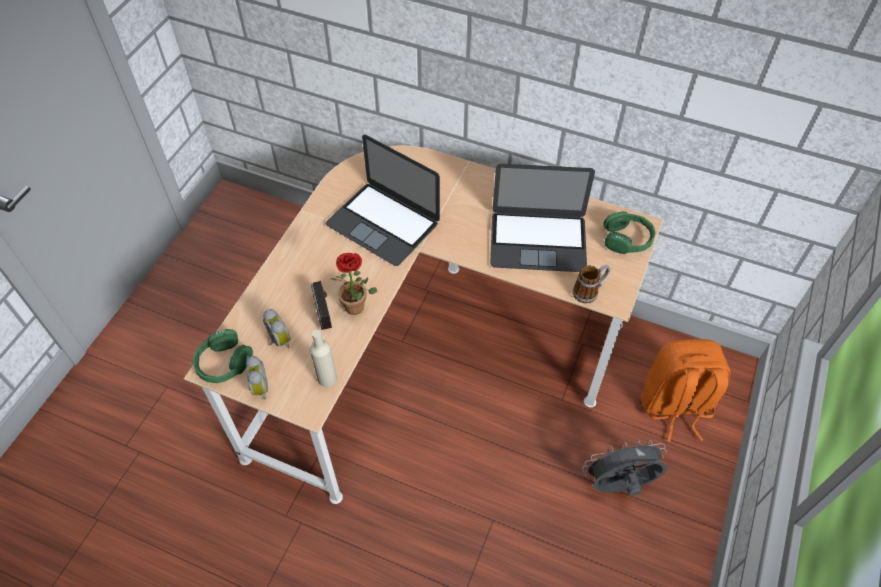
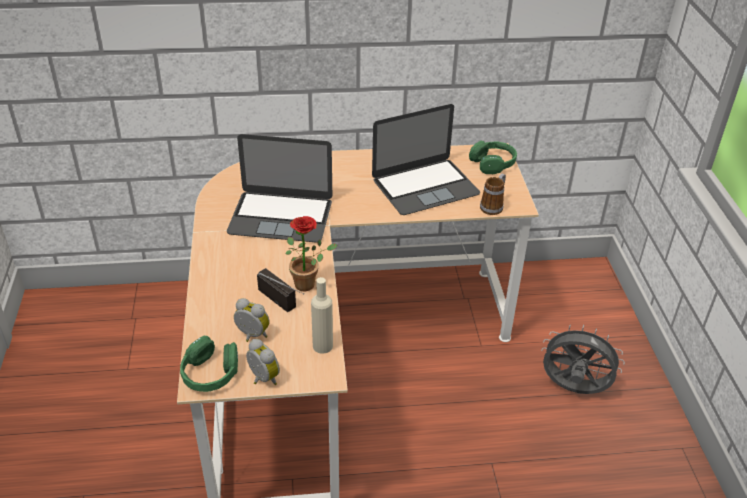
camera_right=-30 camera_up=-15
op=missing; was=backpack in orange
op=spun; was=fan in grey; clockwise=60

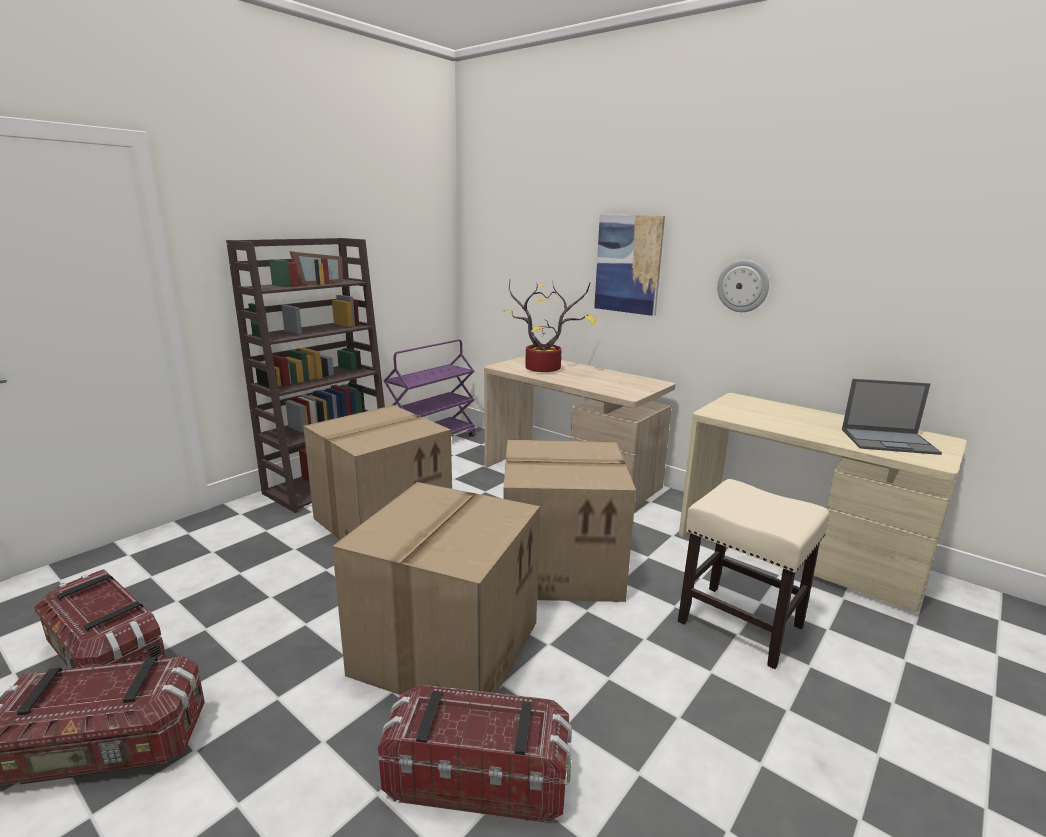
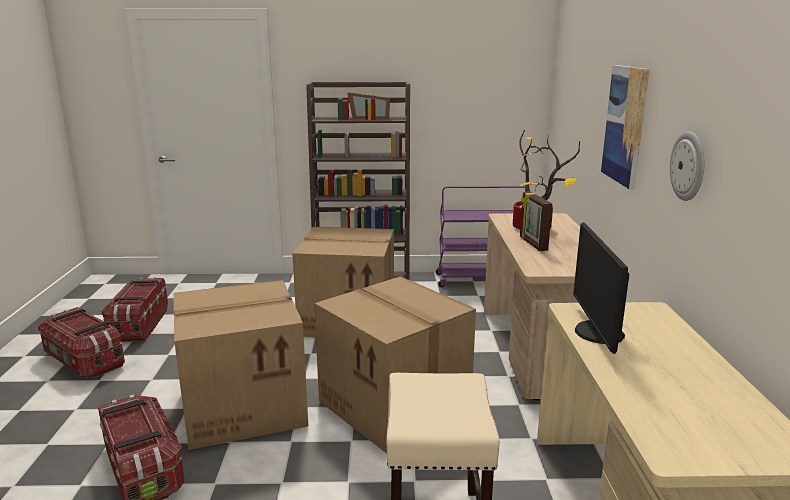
camera_right=50 camera_up=0
op=missing; was=laptop
op=appeared; now=picture frame (no. 2 from left)
op=appeared; now=monitor

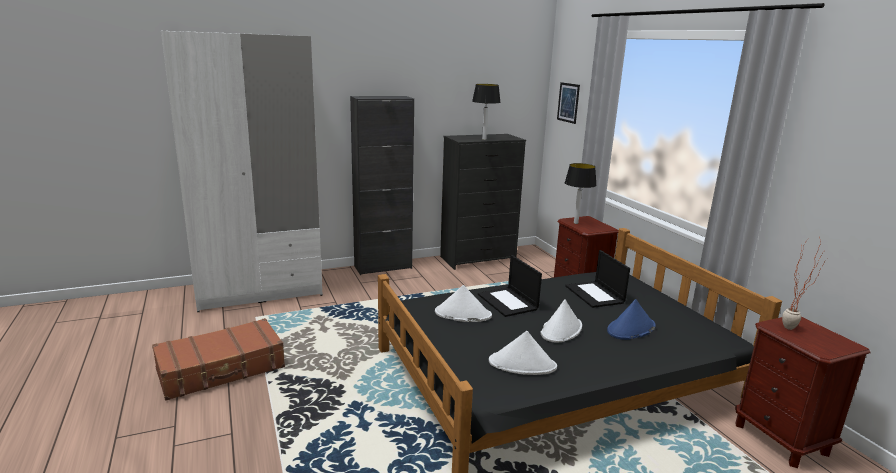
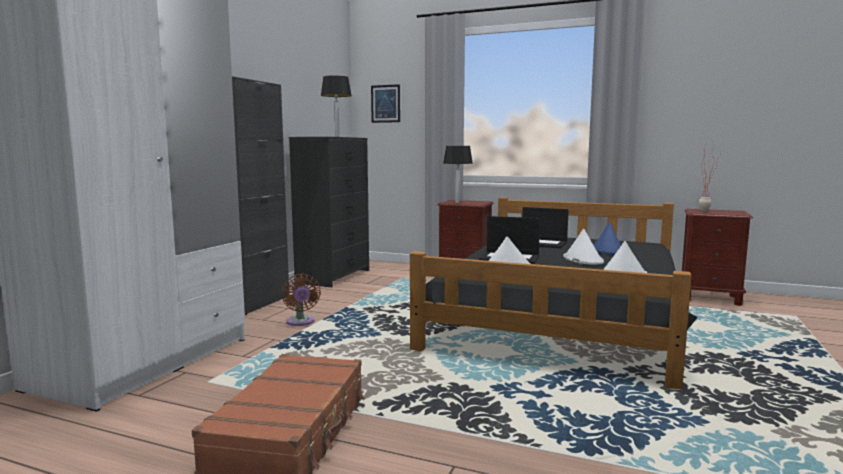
camera_right=-45 camera_up=-10
op=appeared; now=fan in brown

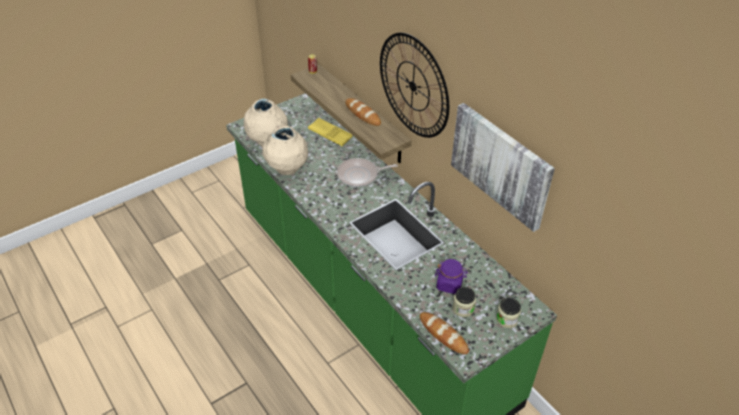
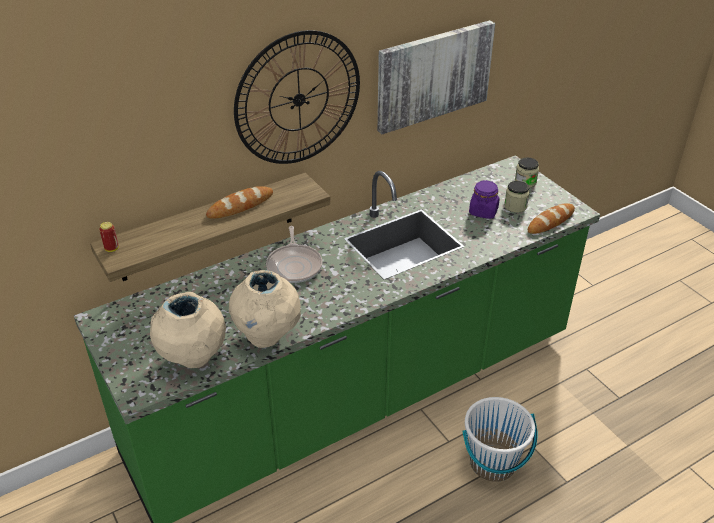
camera_right=-85 camera_up=-5
op=missing; was=tray in yellow
op=appeared; now=bucket in white

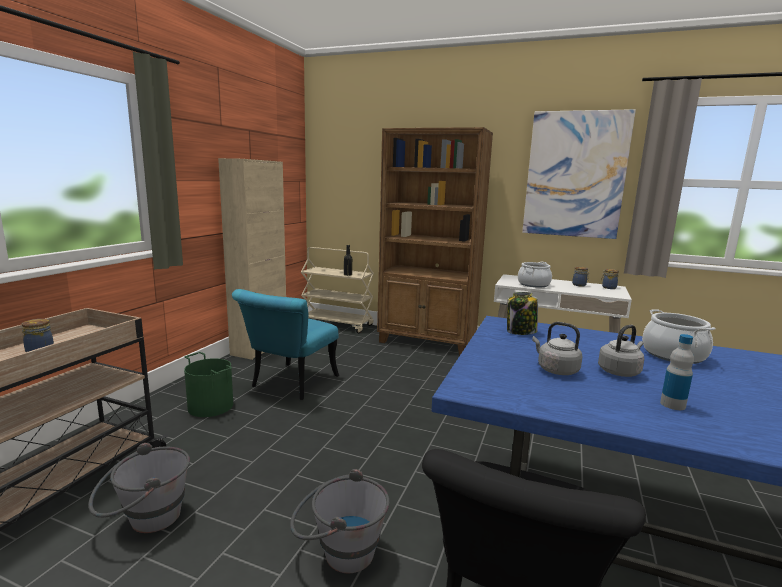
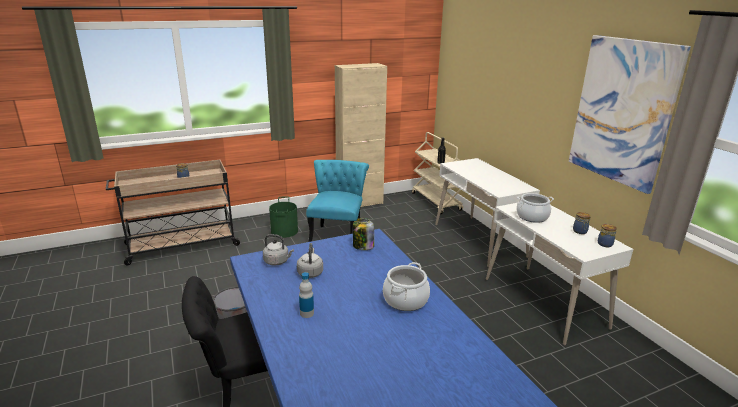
camera_right=45 camera_up=10
op=exchanged; was=bookcase in brown; now=desk in white (no. 1 from left)
op=spun; was=chair in turquoise; clockwise=120
op=relocated; was=kettle in grey (no. 2 from left in the first image); now=kettle in grey (no. 1 from left)
op=missing; was=bucket in grey (no. 1 from left)

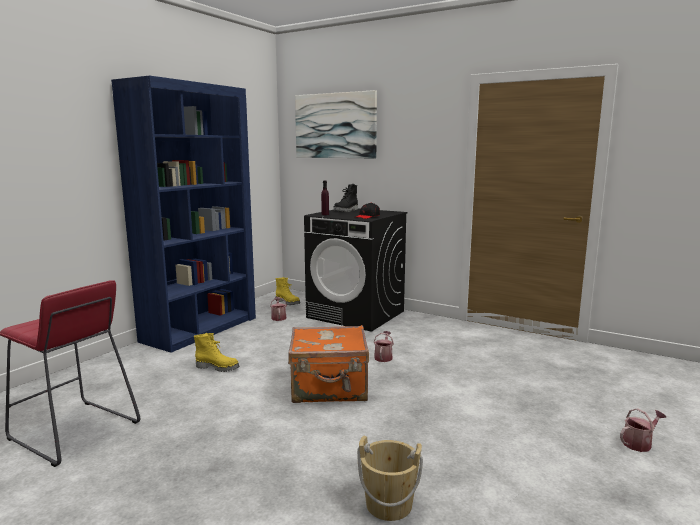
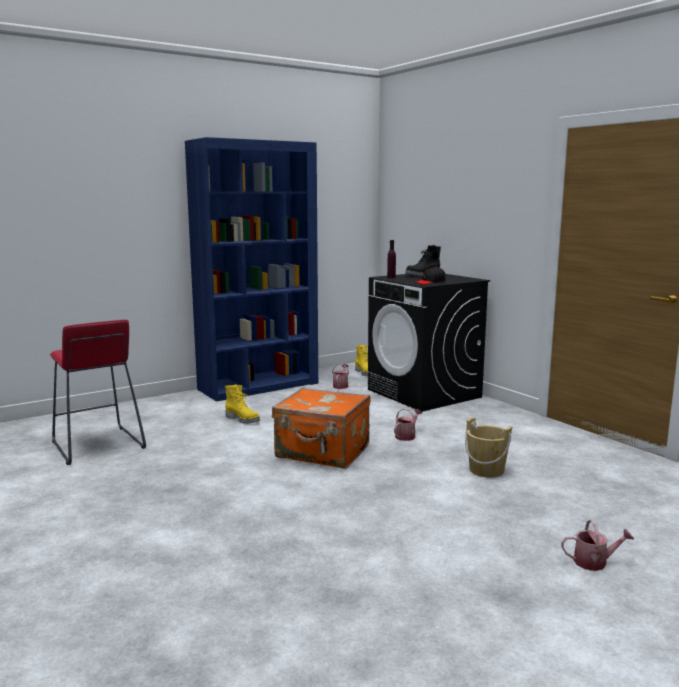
camera_right=25 camera_up=0
op=missing; was=picture
op=relocated; was=bucket in beige

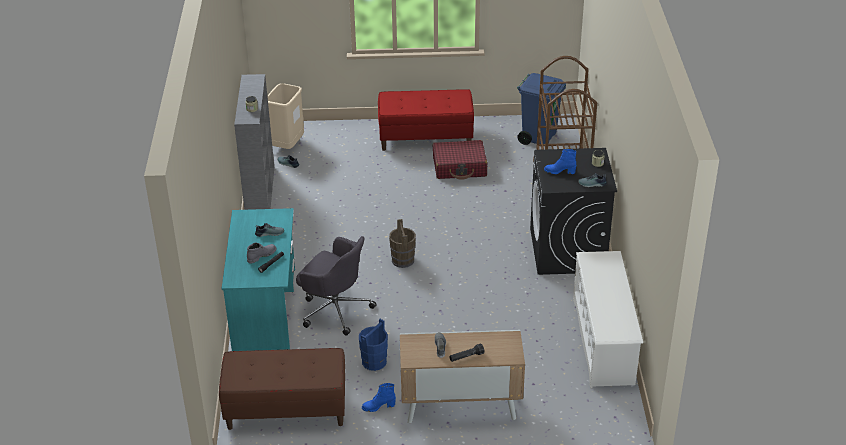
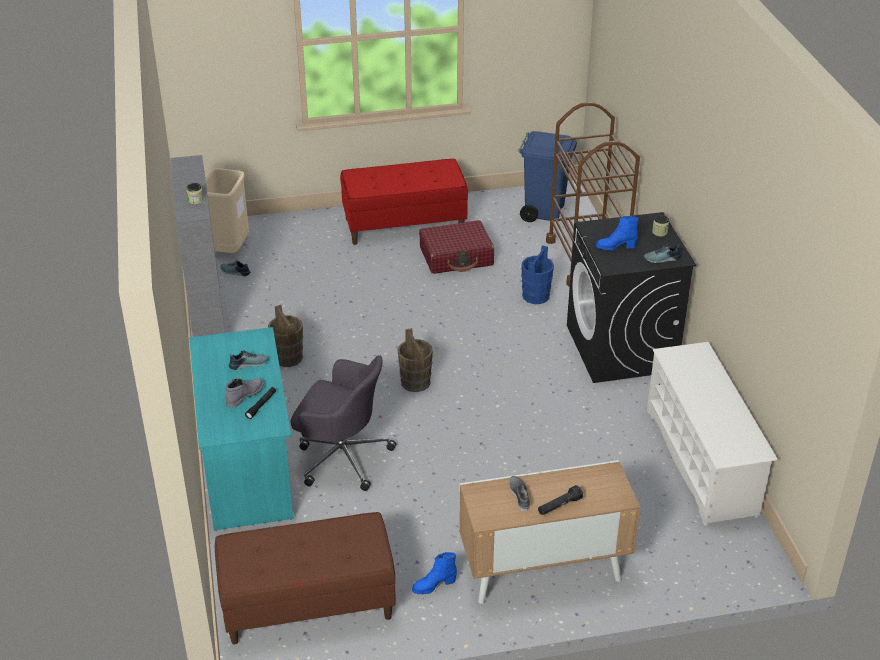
camera_right=-10 camera_up=0
op=relocated; was=bucket in blue
op=appeared; now=bucket in brown (no. 1 from left)

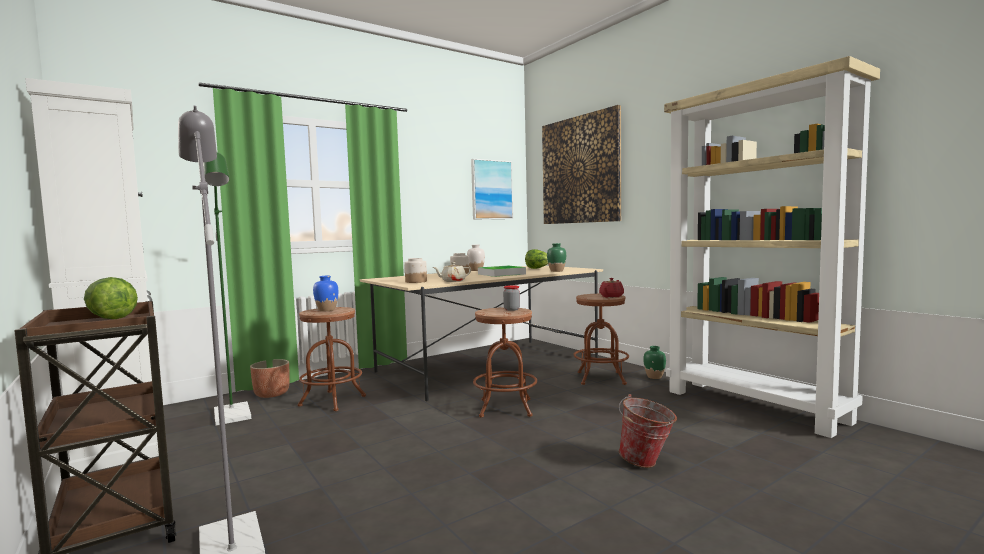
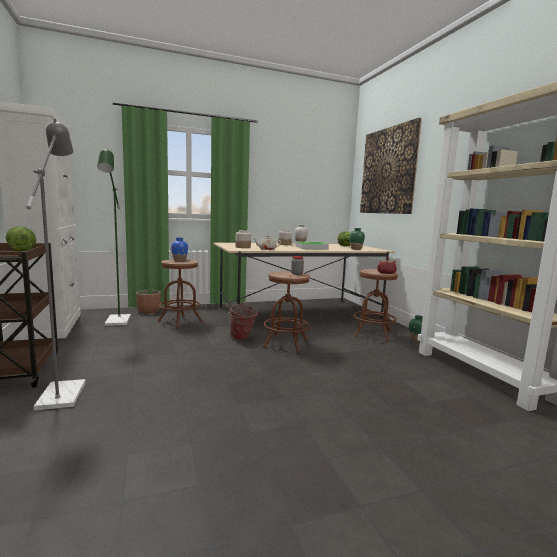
camera_right=15 camera_up=5
op=missing; was=picture (no. 1 from left)
op=relocated; was=bucket

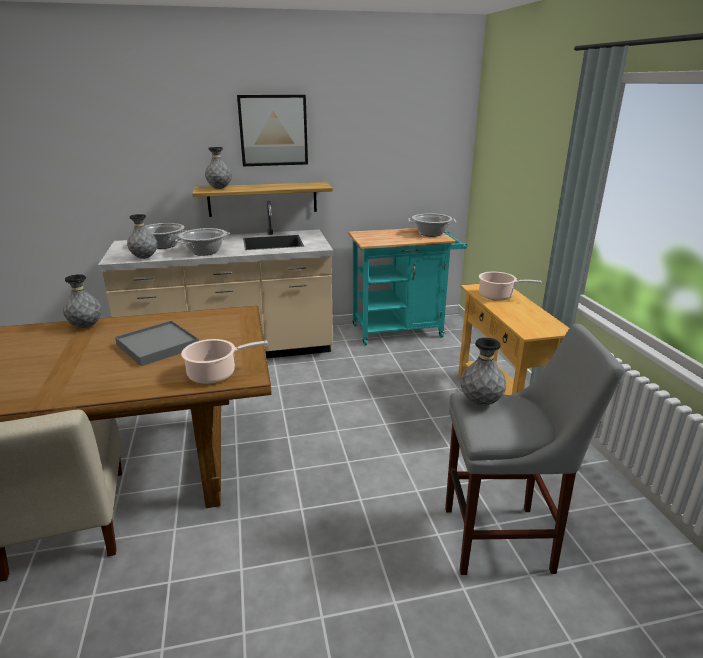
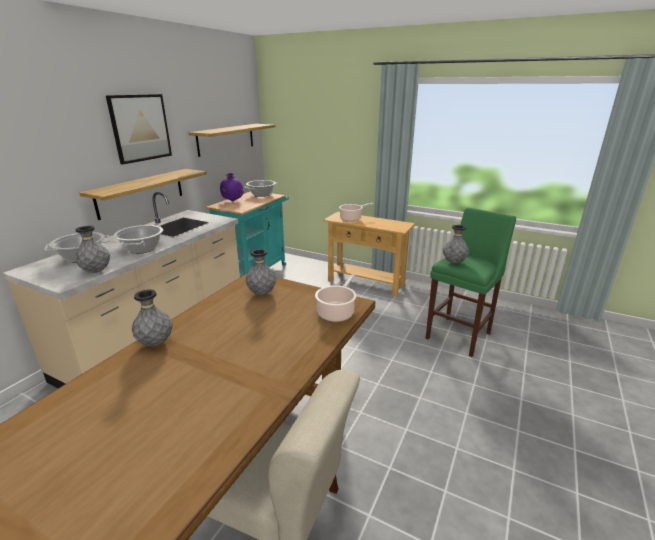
camera_right=-50 camera_up=0
op=relocated; was=vase in grey (no. 3 from left)
op=missing; was=tray in grey
op=colour; was=stool in grey; now=stool in green
op=appeared; now=shelf (no. 2 from left)
op=appeared; now=vase in purple

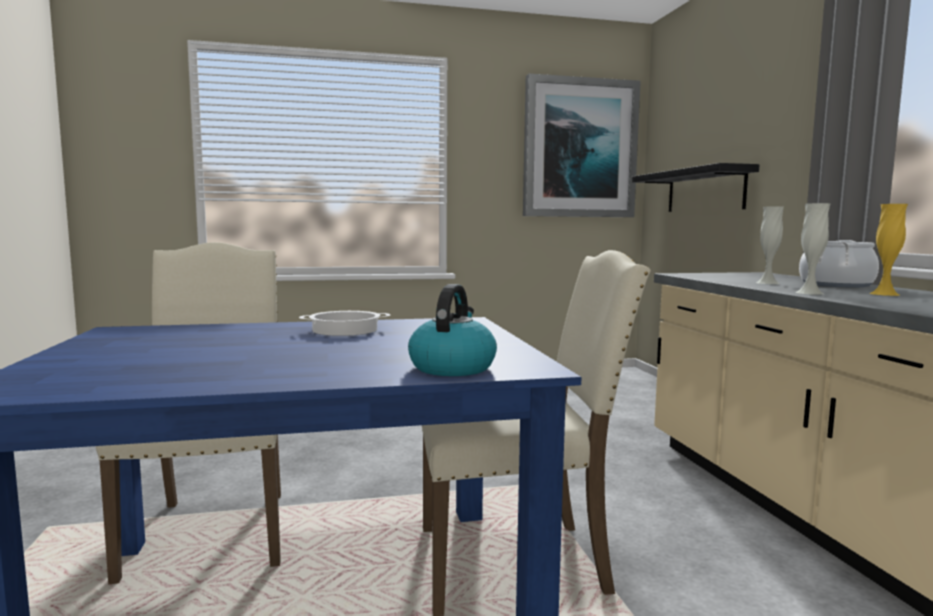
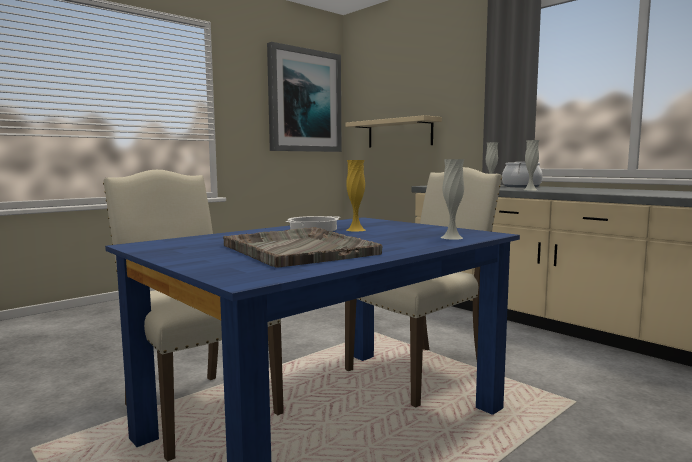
camera_right=-30 camera_up=0
op=colour; was=shelf in black; now=shelf in beige
op=relocated; was=vase in yellow
op=exchanged; was=kettle; now=vase in white (no. 1 from left)
op=appeared; now=tray in grey

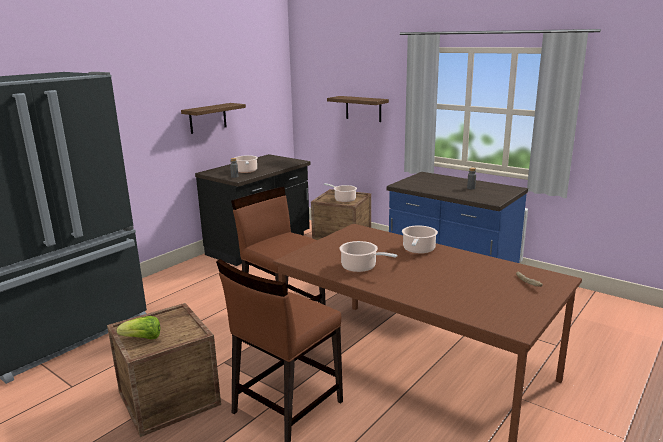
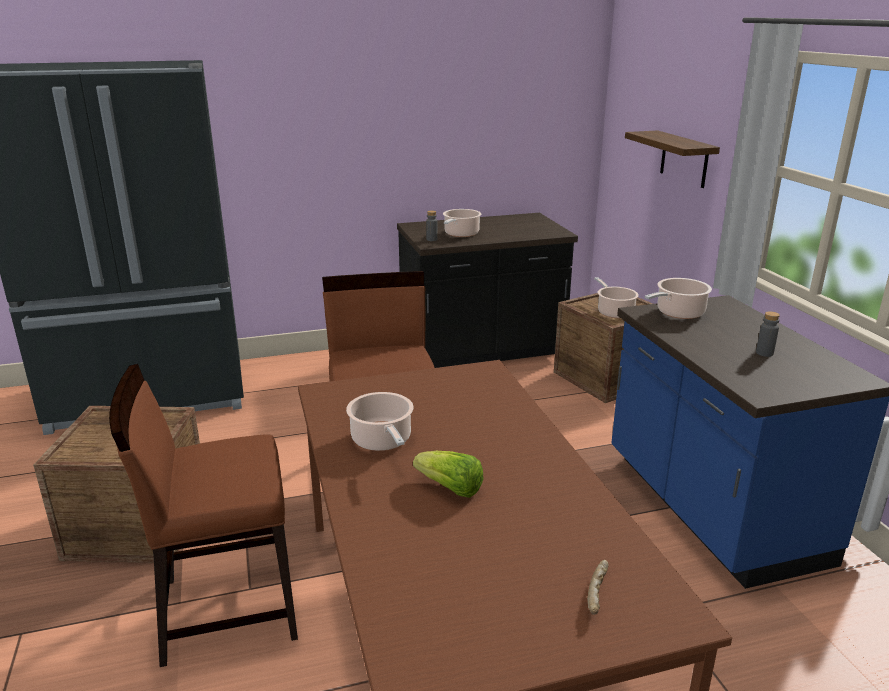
camera_right=35 camera_up=5
op=missing; was=shelf (no. 1 from left)
op=relocated; was=cooking pot (no. 4 from left)
op=relocated; was=lettuce

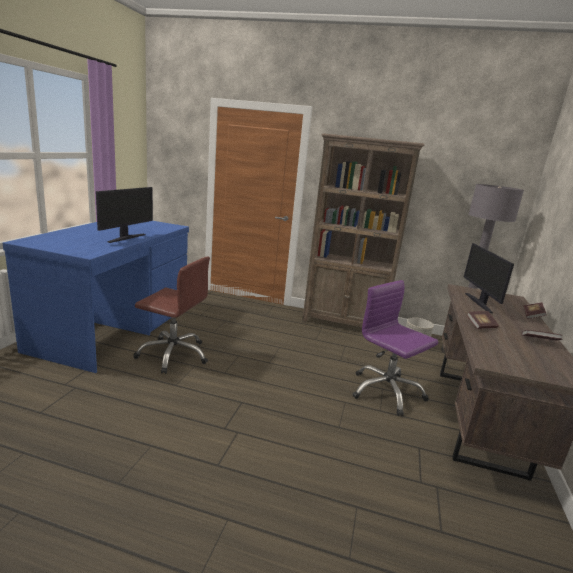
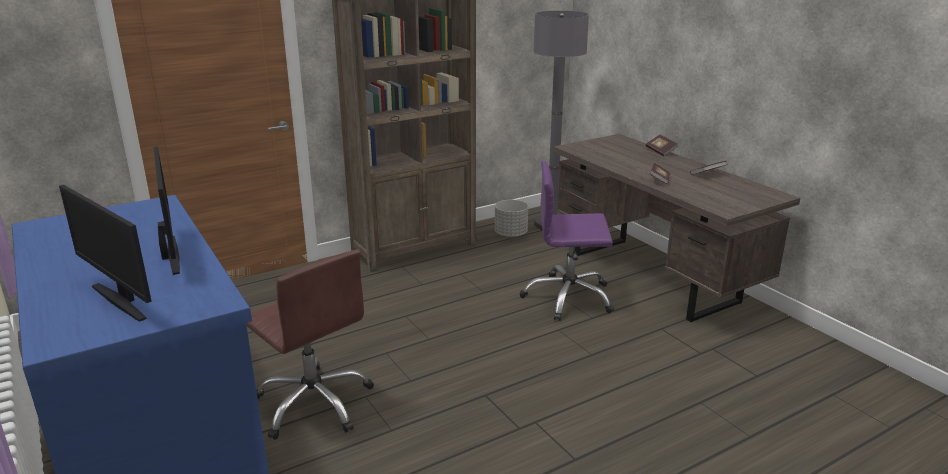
camera_right=-45 camera_up=5
op=relocated; was=monitor (no. 2 from left in the first image); now=monitor (no. 1 from left)
op=spun; was=office chair in brown; clockwise=75

